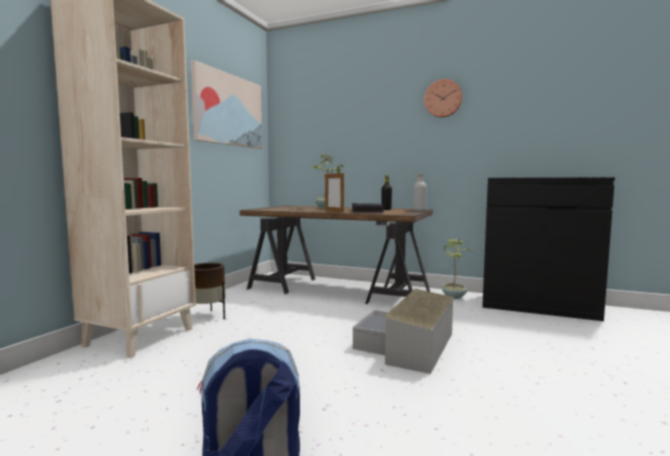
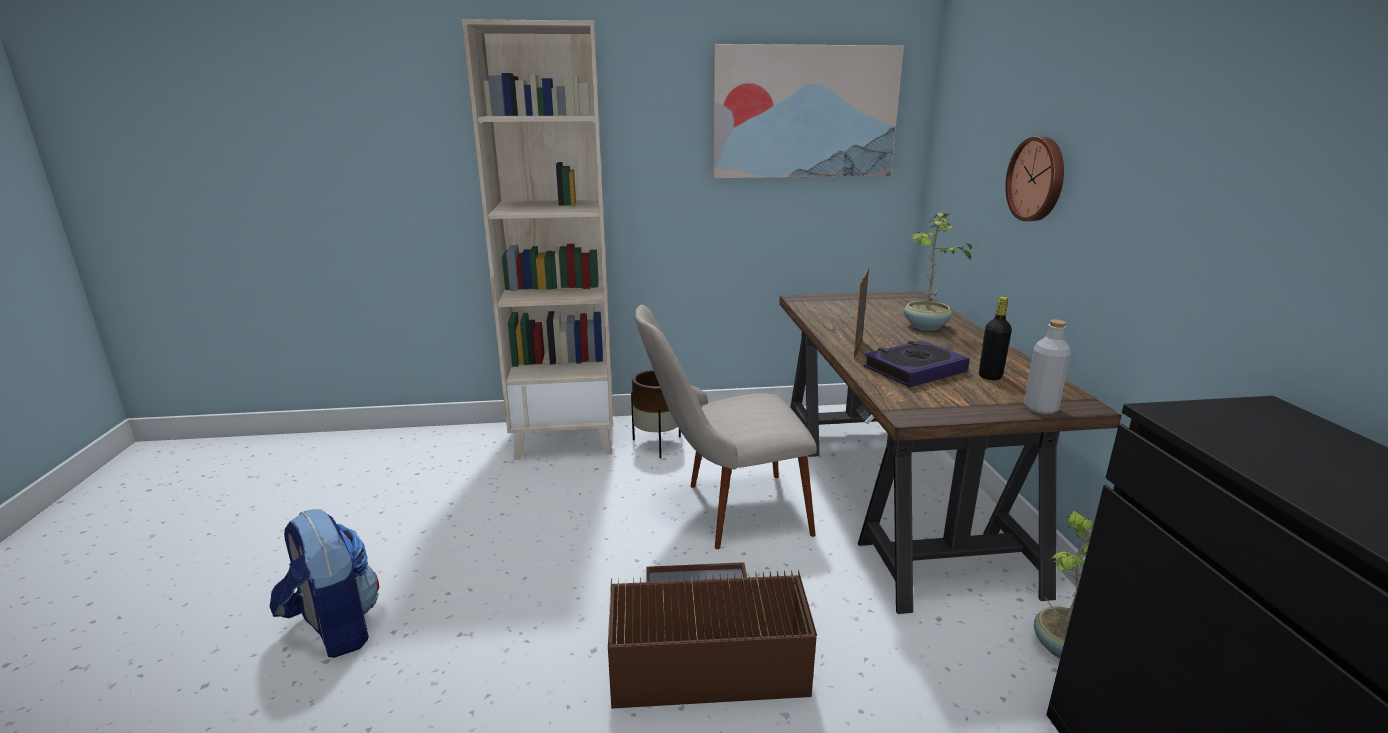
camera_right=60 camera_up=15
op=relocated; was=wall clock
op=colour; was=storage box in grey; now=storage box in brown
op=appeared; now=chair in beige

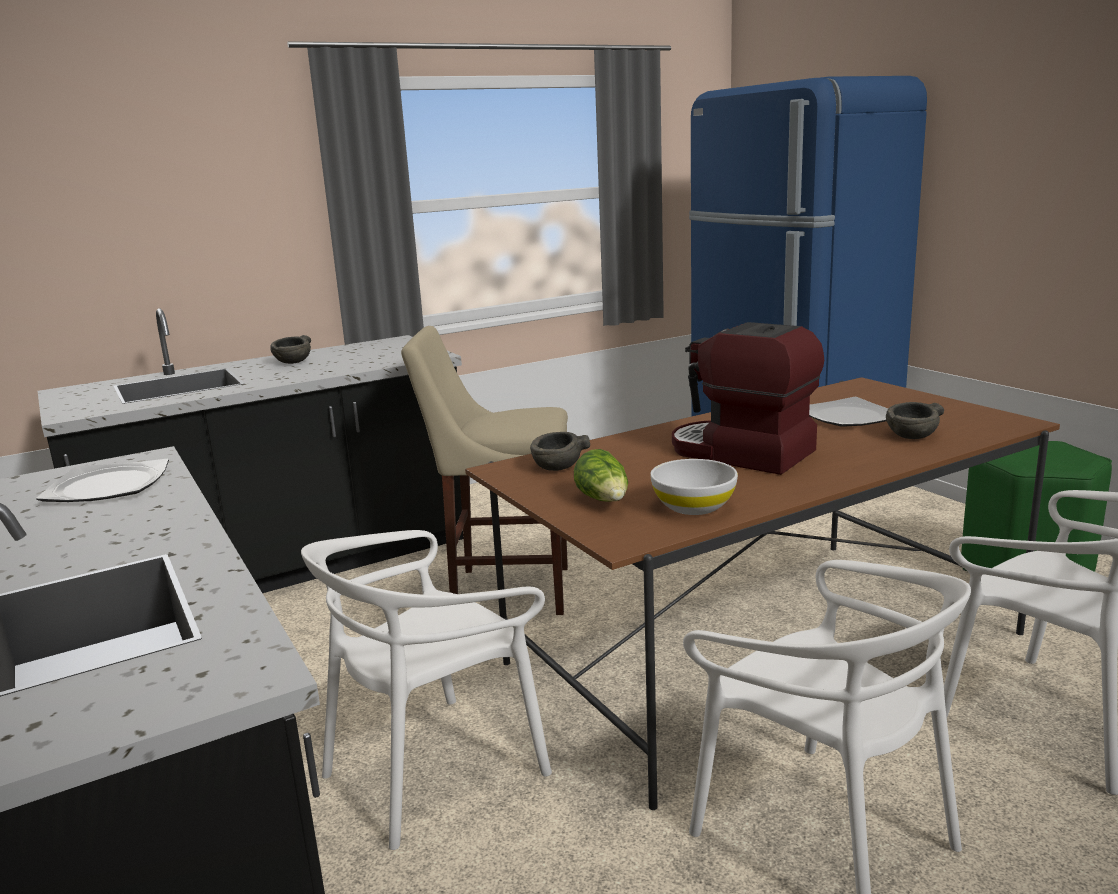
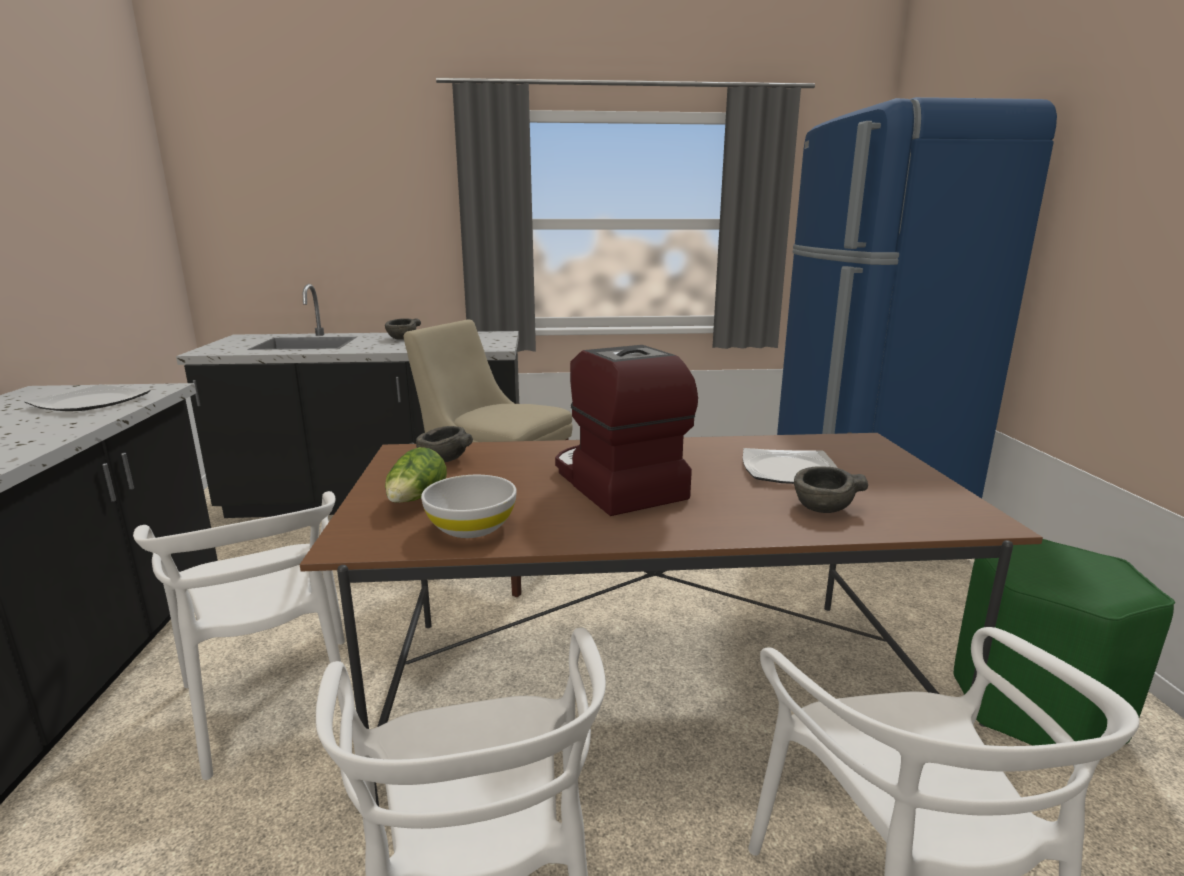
camera_right=25 camera_up=0
op=spun; was=chair in white (no. 1 from left); clockwise=-105

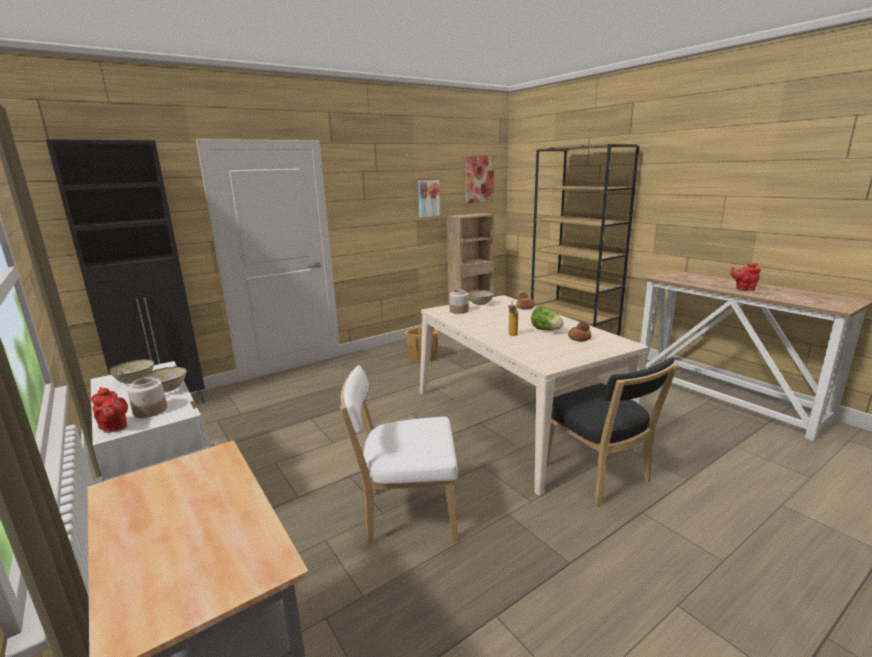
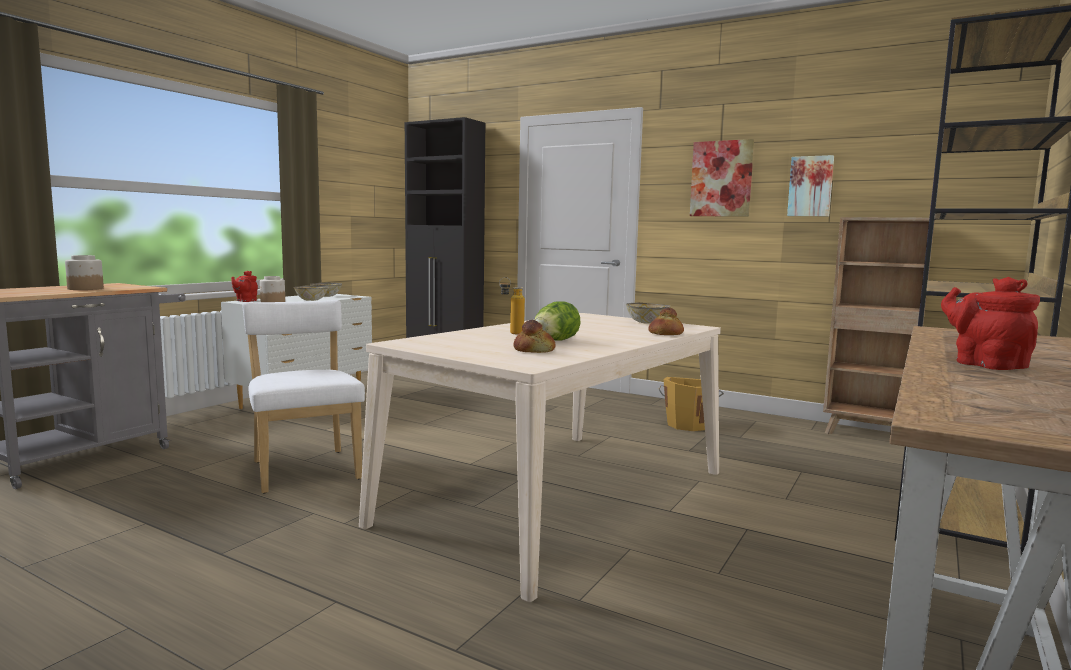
camera_right=65 camera_up=-10
op=relocated; was=picture (no. 2 from left in the first image); now=picture (no. 1 from left)
op=relocated; was=jar (no. 2 from left in the first image); now=jar (no. 1 from left)
op=missing; was=chair in black

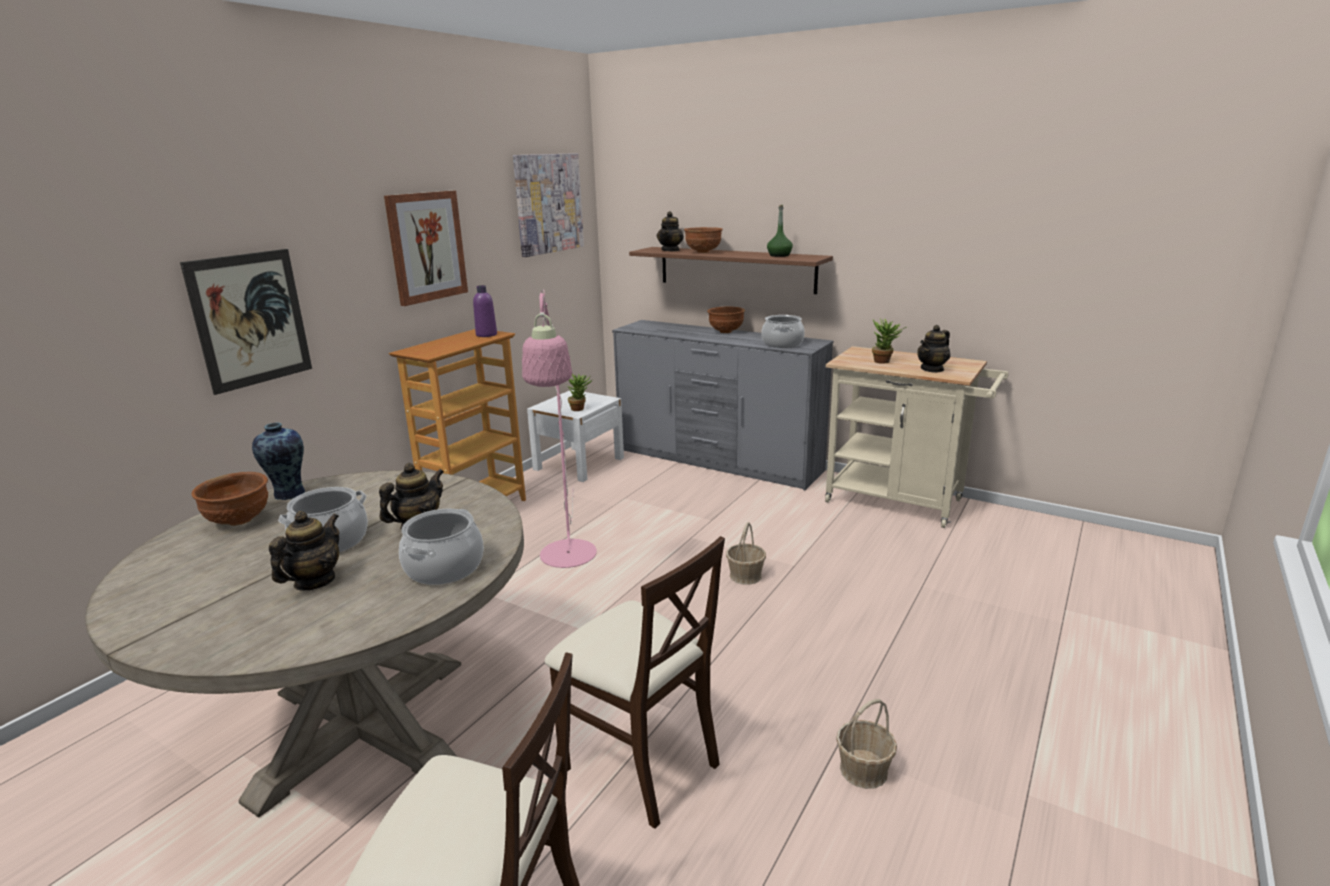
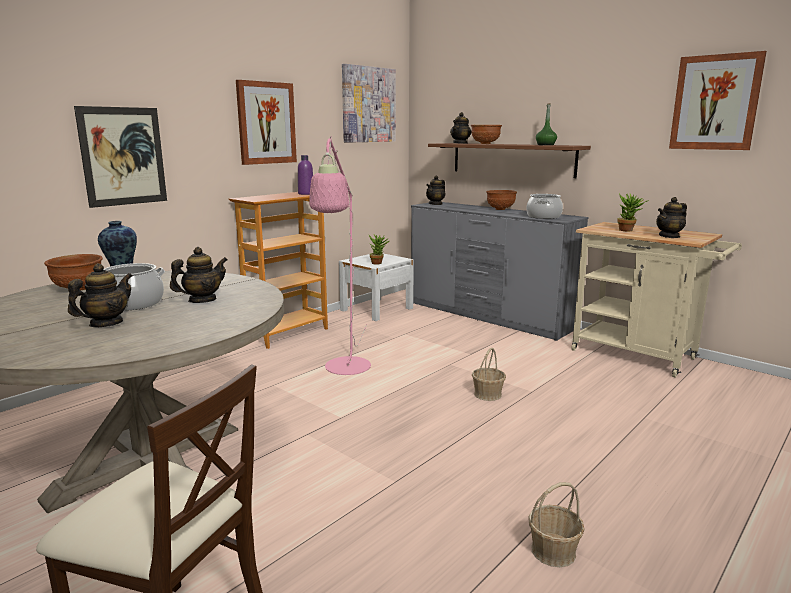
camera_right=10 camera_up=-5
op=missing; was=cooking pot (no. 2 from left)
op=missing; was=chair in beige (no. 2 from left)
op=appeared; now=picture (no. 4 from left)
op=appeared; now=teapot (no. 3 from left)

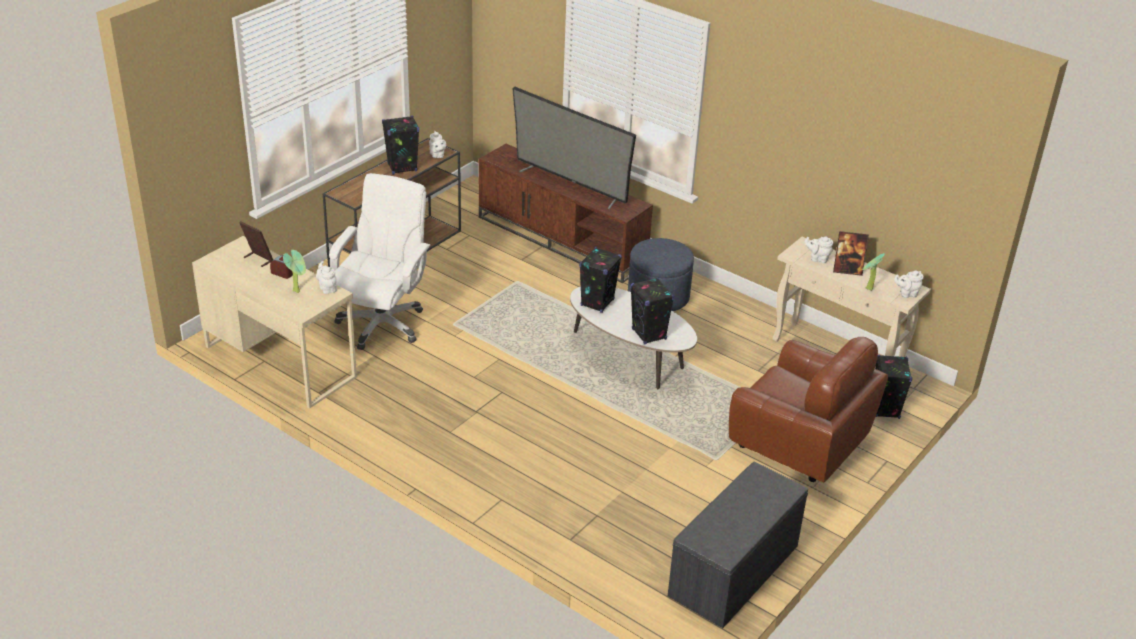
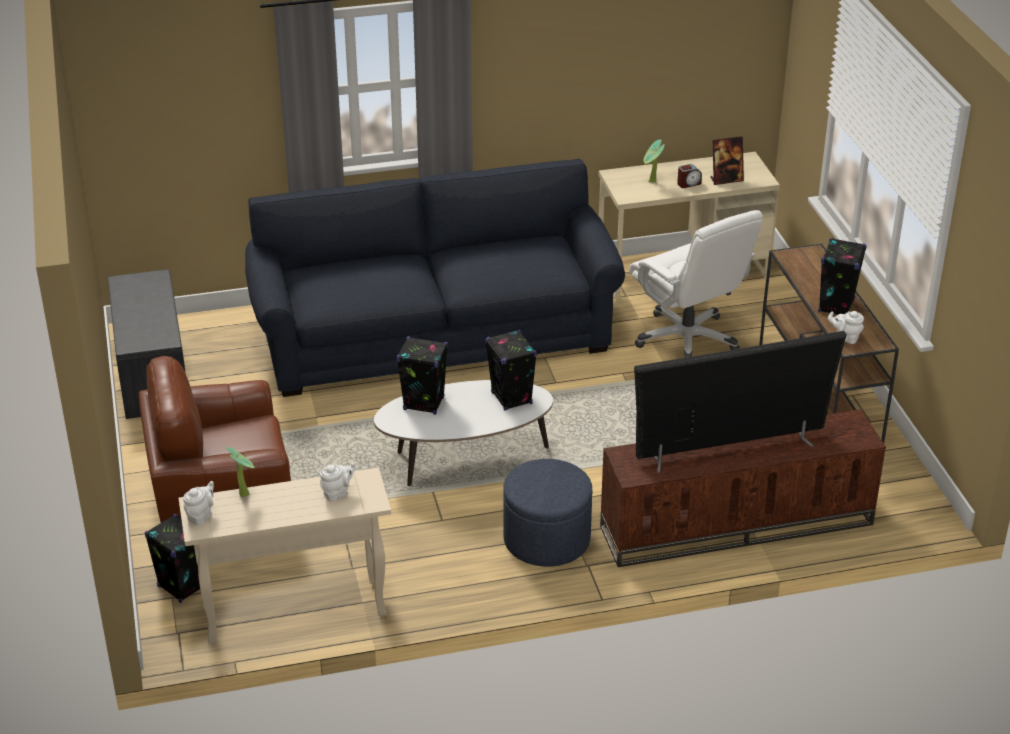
camera_right=130 camera_up=0
op=missing; was=picture frame (no. 2 from left)
op=missing; was=teapot in white (no. 1 from left)
op=appeared; now=sofa in blue

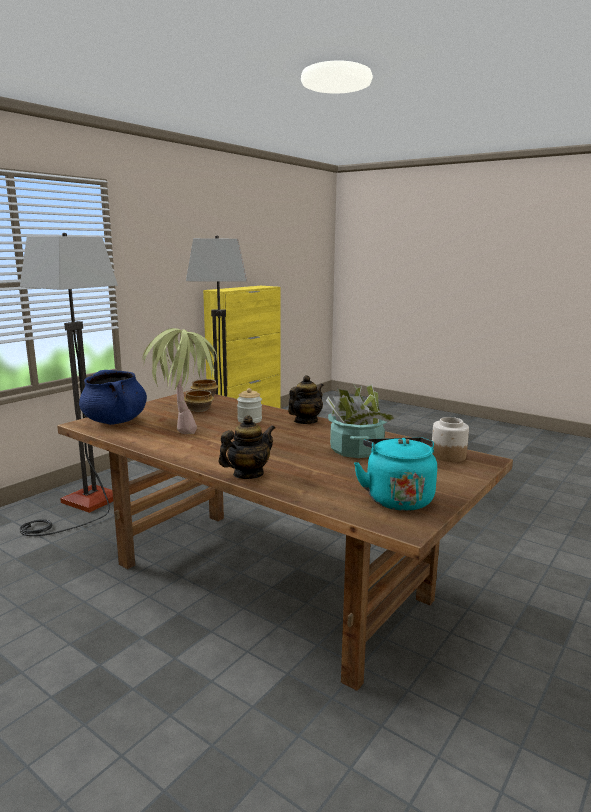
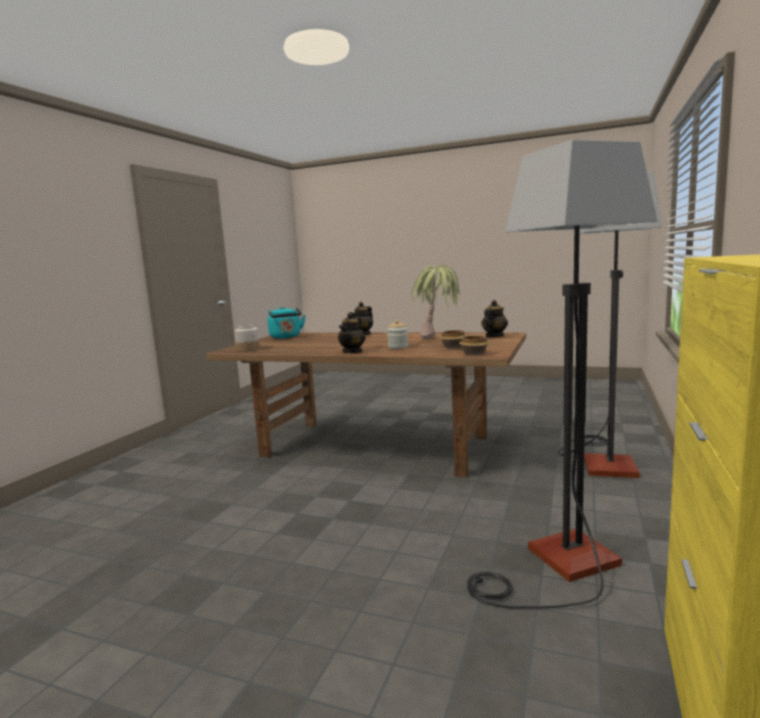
camera_right=165 camera_up=-5
op=exchanged; was=cooking pot in blue; now=teapot (no. 3 from left)
op=missing; was=potted plant (no. 2 from left)

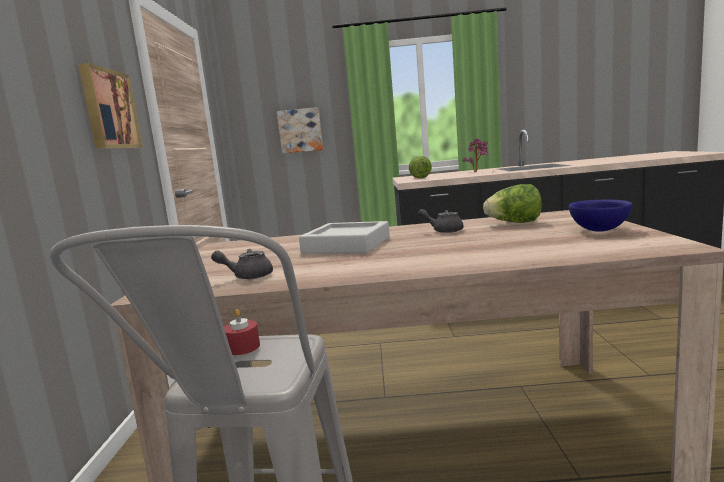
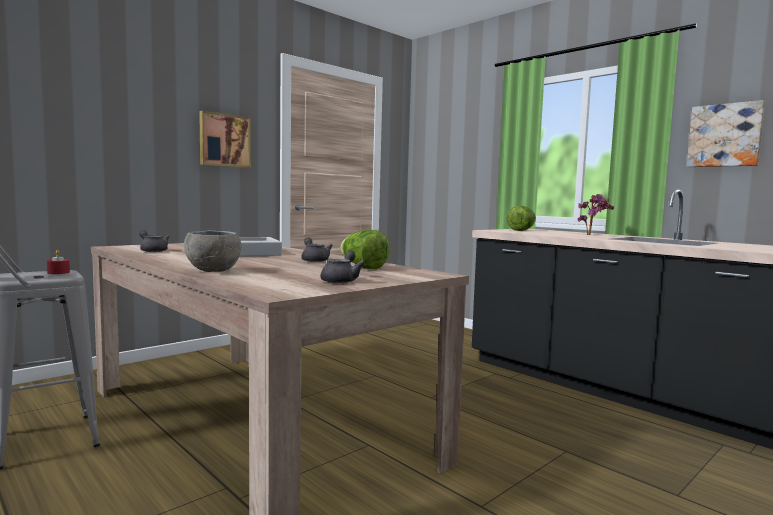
camera_right=45 camera_up=-5
op=relocated; was=picture (no. 2 from left)
op=exchanged; was=bowl in blue; now=teapot in grey (no. 3 from left)
op=appeared; now=bowl in grey

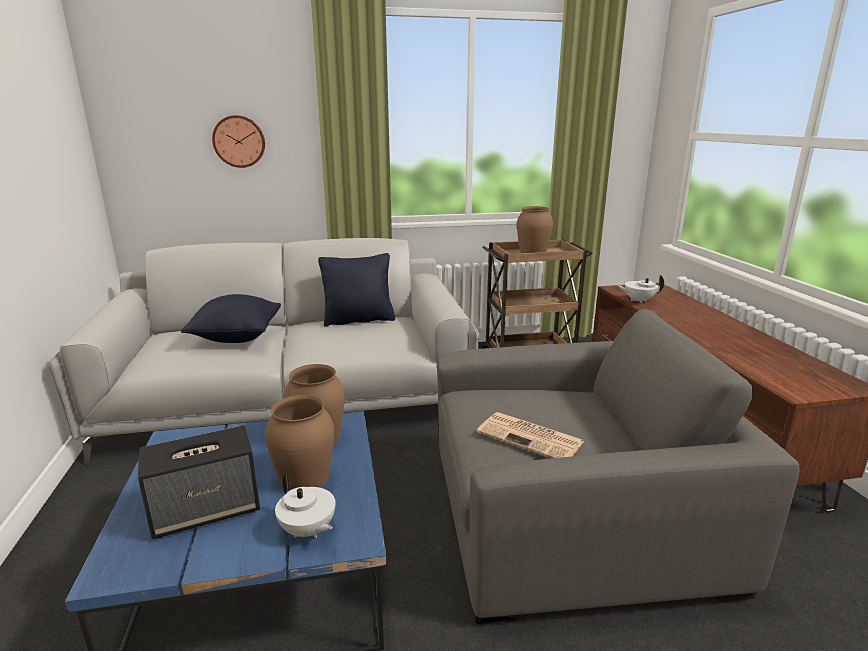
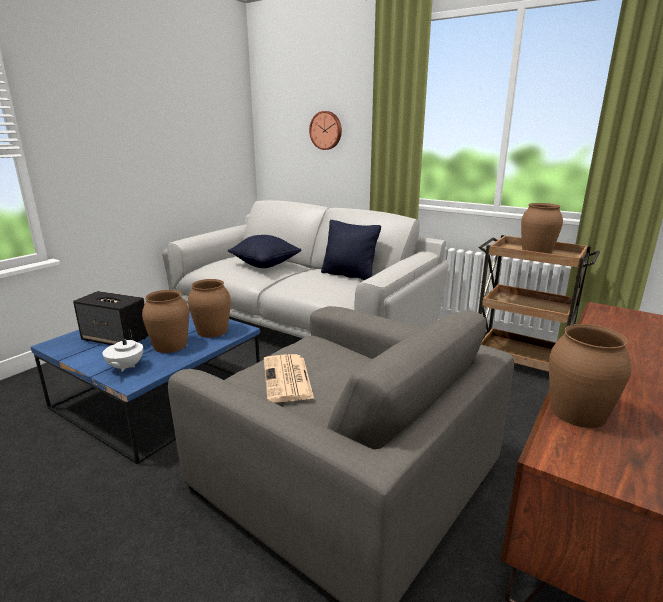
camera_right=45 camera_up=0
op=missing; was=teapot in white (no. 2 from left)
op=appeared; now=vase in brown (no. 4 from left)

